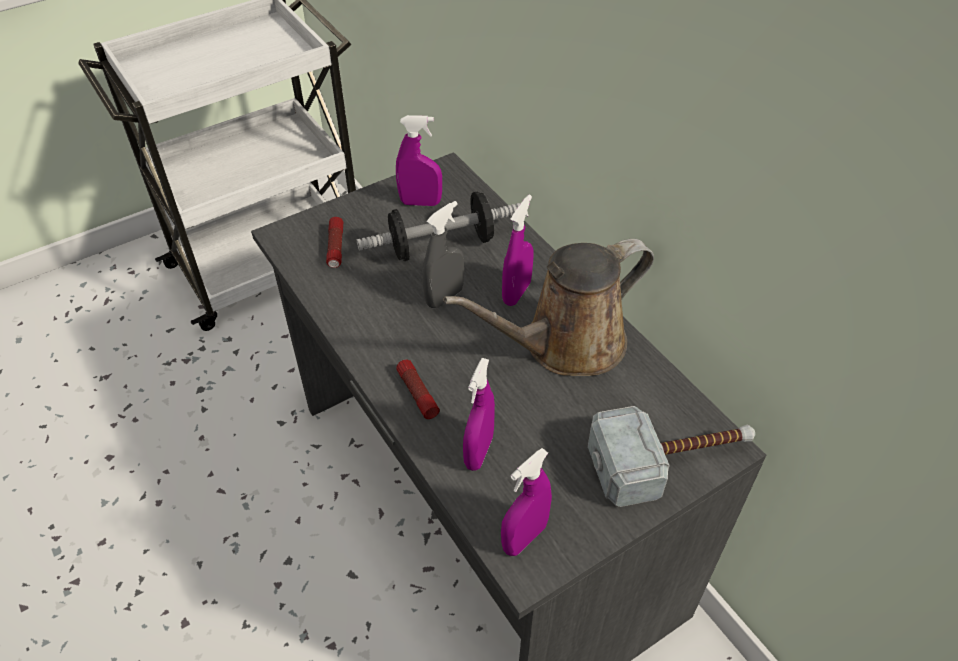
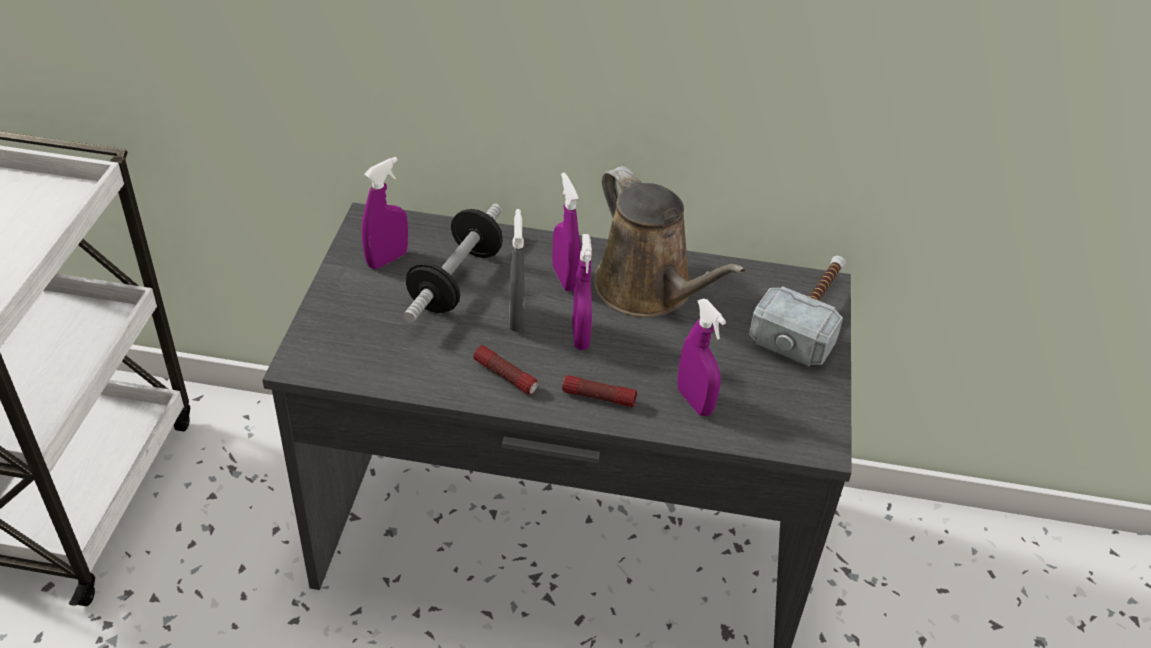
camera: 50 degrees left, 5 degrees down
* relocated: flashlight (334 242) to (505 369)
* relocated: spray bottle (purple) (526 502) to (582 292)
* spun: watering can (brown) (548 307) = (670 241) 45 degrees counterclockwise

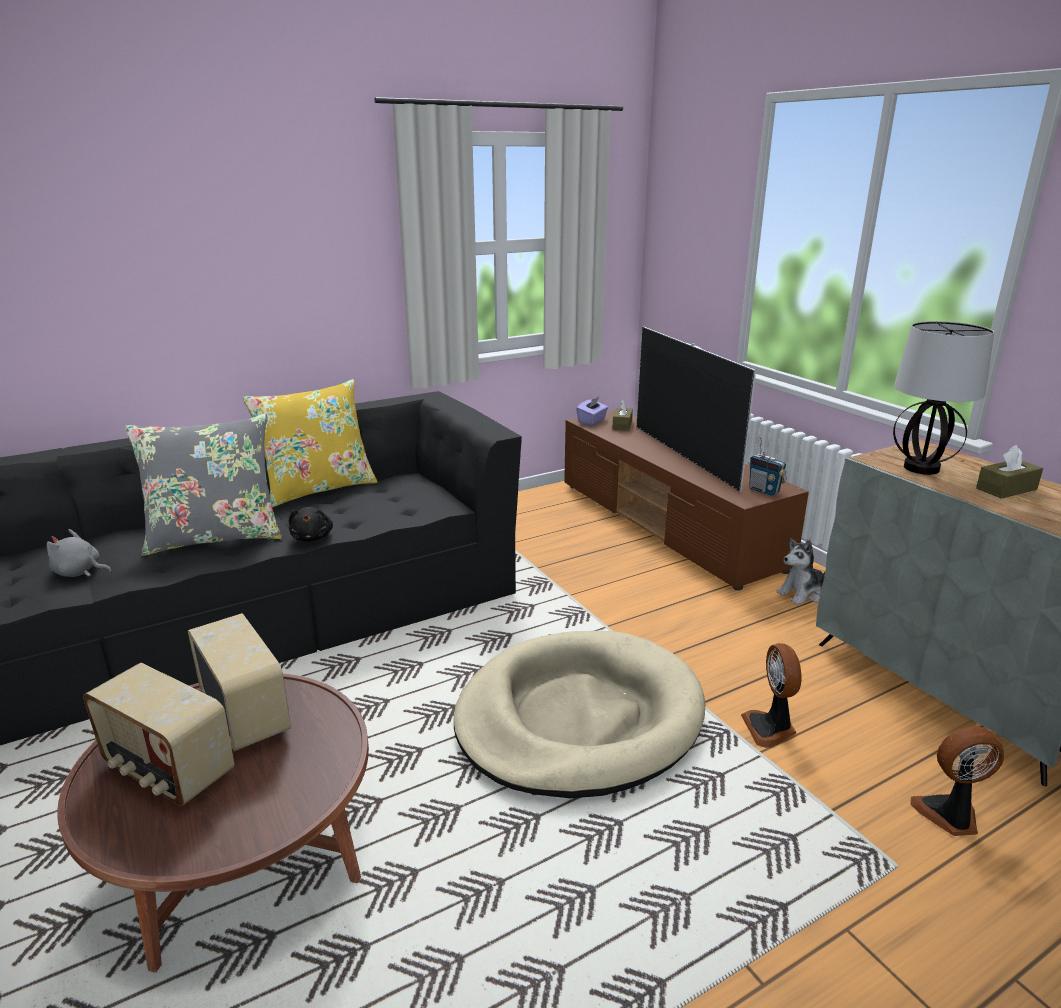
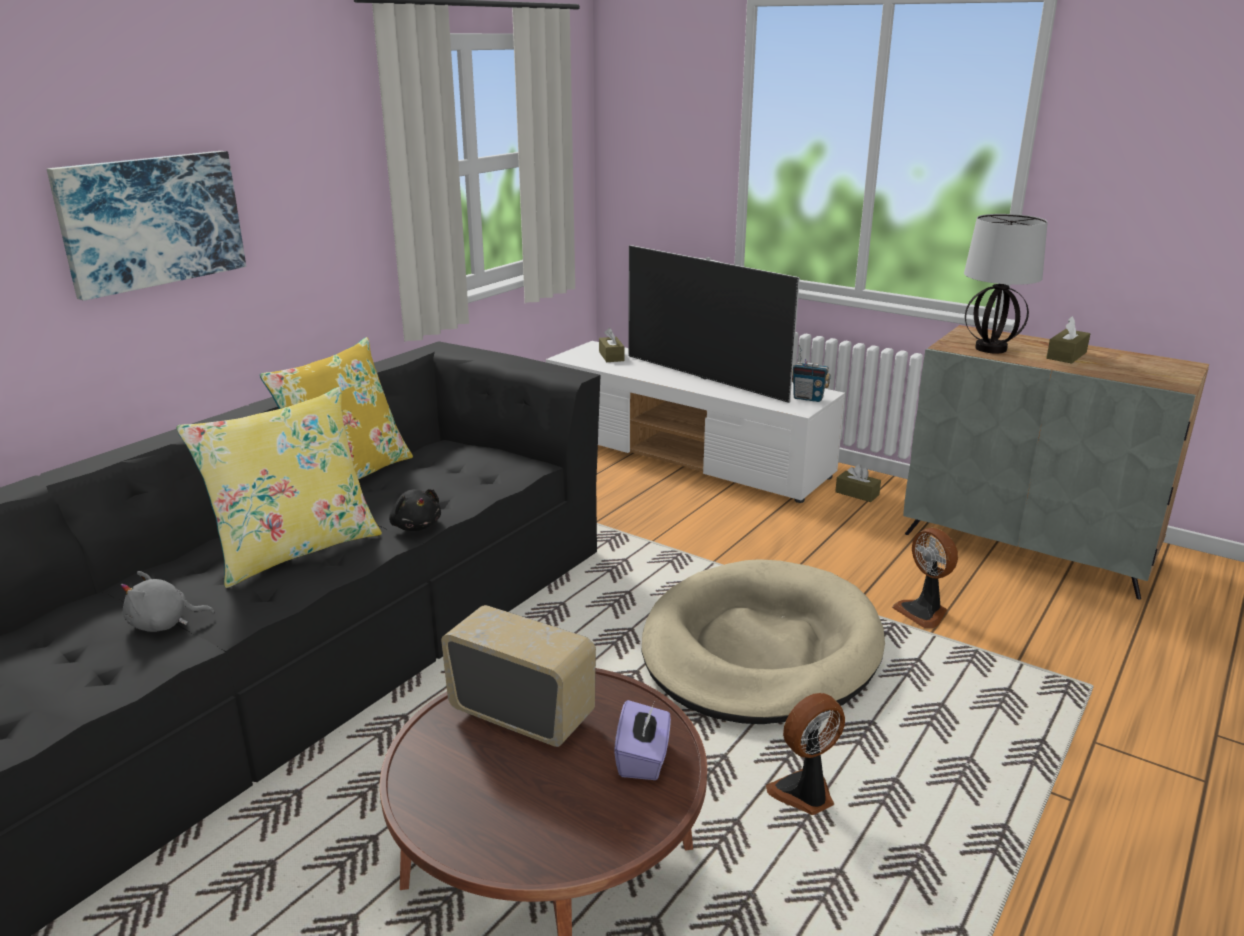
camera: 25 degrees left, 0 degrees up
* missing: radio (159 734)
* appeared: picture (146 226)
* relocated: tissue box (purple) (592 410) to (642 740)
* relocated: fan (957 781) to (805 754)
* exchanged: plush toy (801 571) to tissue box (brown) (858 483)
* colour: pillow (grey) (203 485) to pillow (yellow) (279 487)
* colour: tv stand (brown) (686 500) to tv stand (white) (695 422)

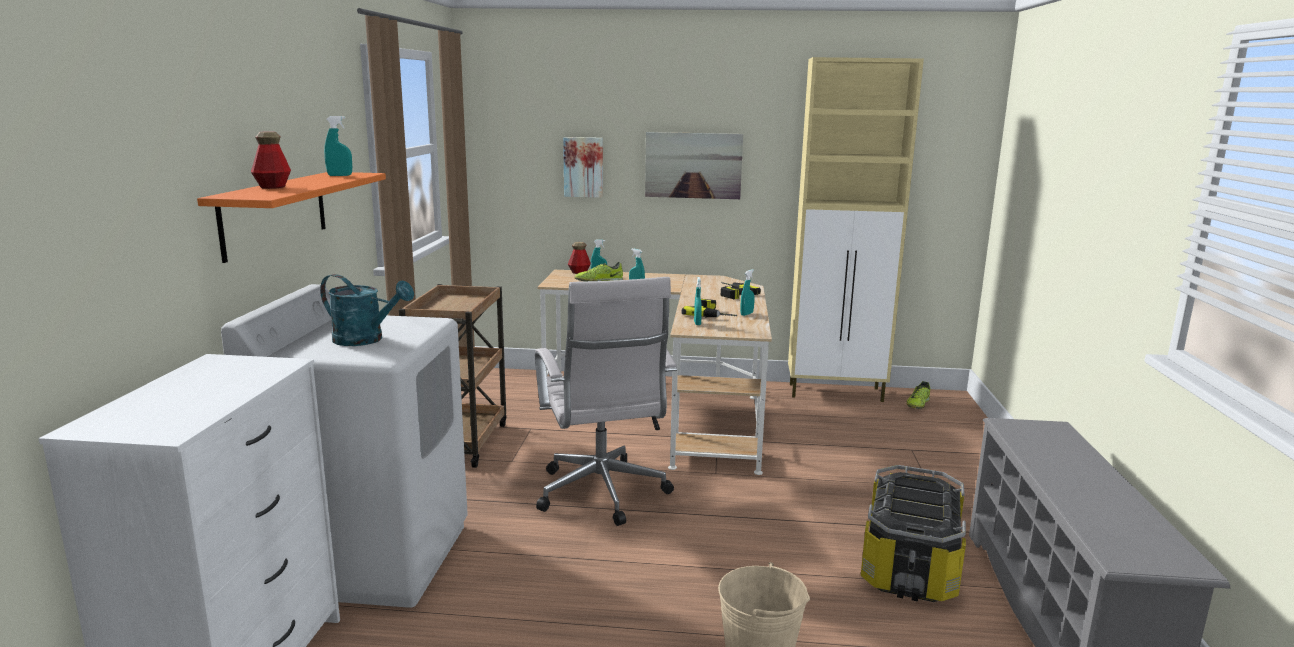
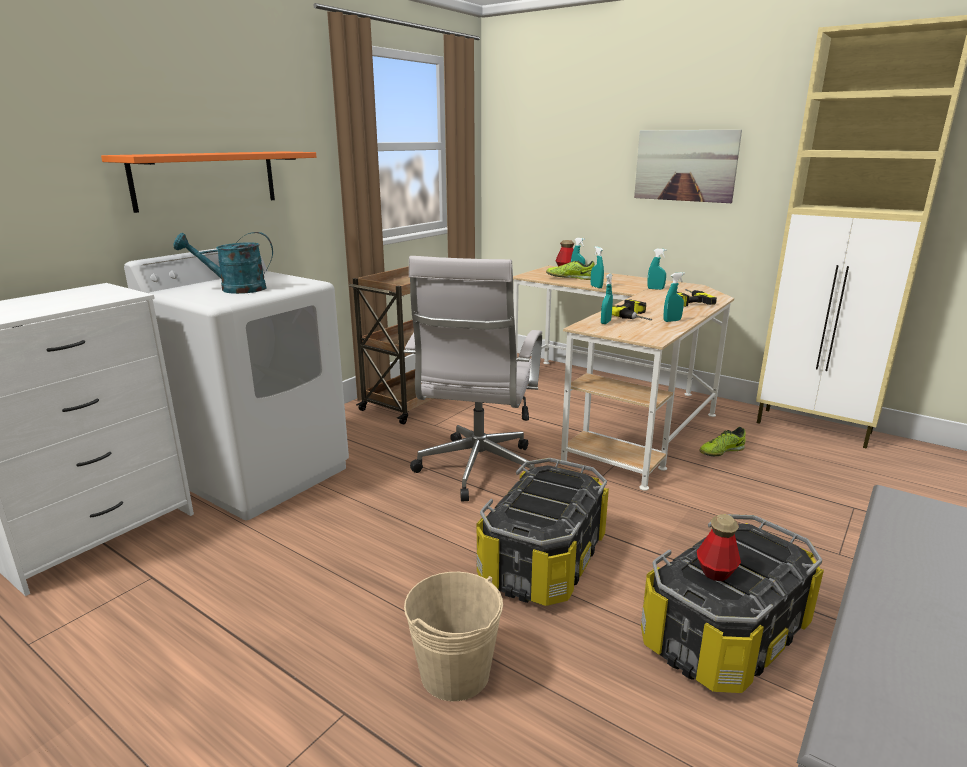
camera: 30 degrees right, 5 degrees up
* missing: picture (583 167)
* appeared: storage box (543 532)
* relocated: bottle (271 160) to (719 547)
* relocated: spray bottle (turquoise) (338 146) to (657 269)
* relocated: shoe (918 395) to (722 441)
* spun: watering can (turquoise) (367 310) = (223 263) 120 degrees clockwise

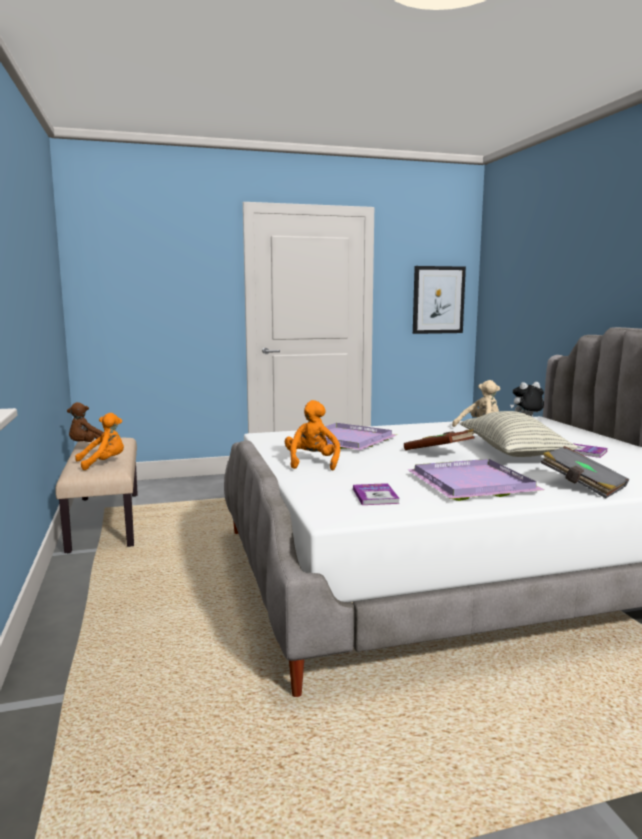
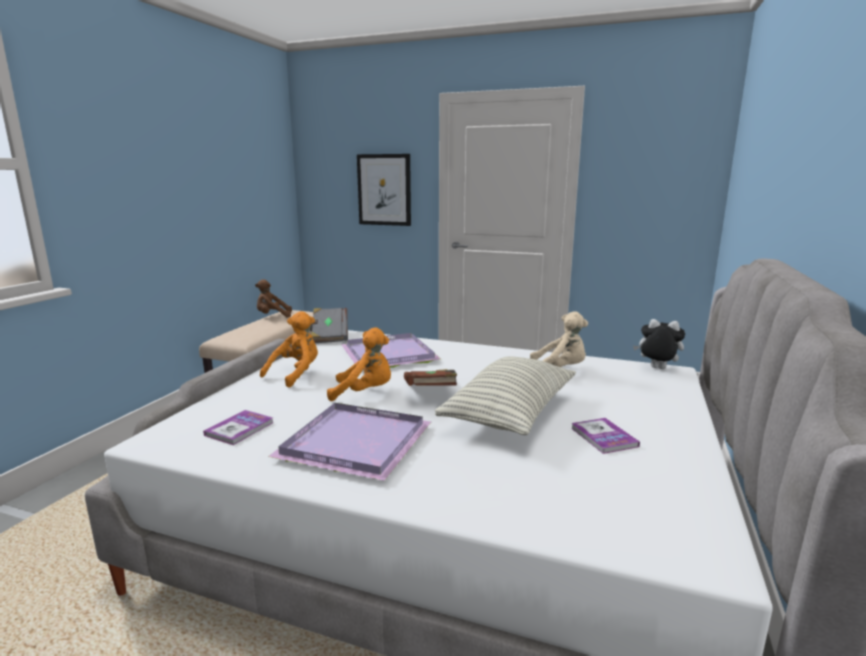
camera: 35 degrees right, 5 degrees up
* relocated: plush toy (orange) (99 441) to (359 364)
* relocated: picture (439 300) to (384 190)
* relocated: book (grey) (584 472) to (329 325)

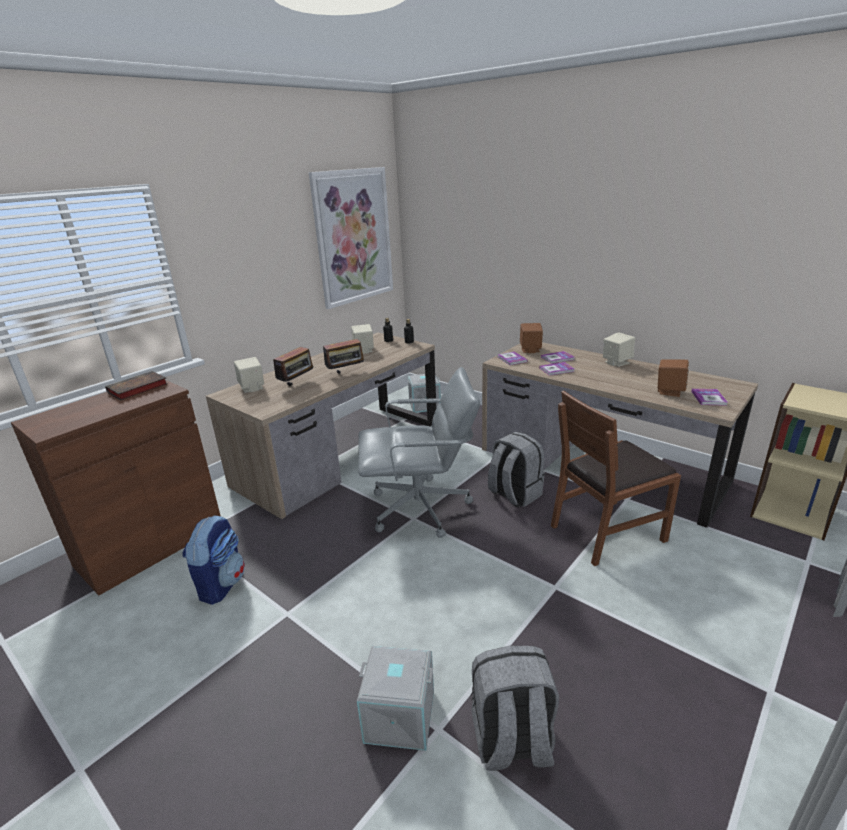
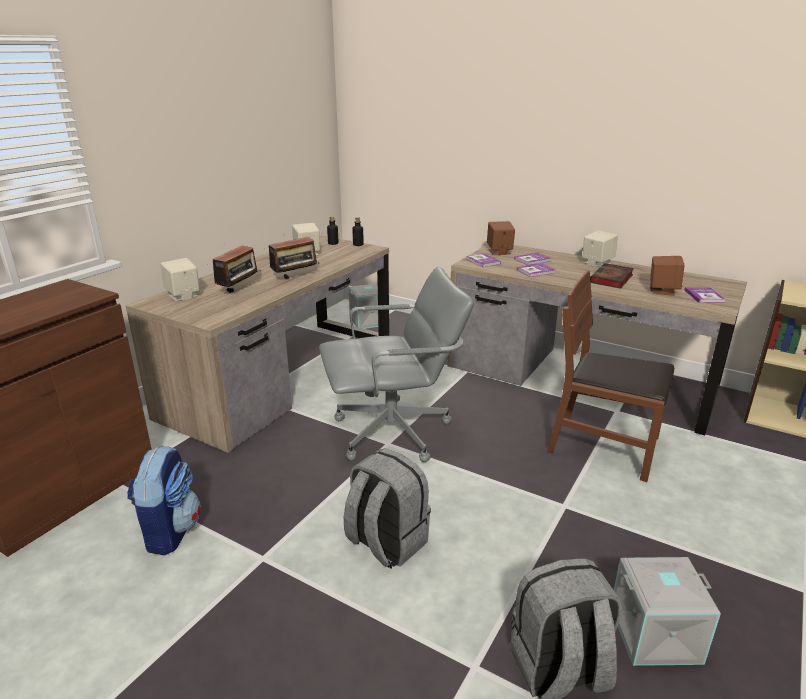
camera: 10 degrees left, 0 degrees up
* missing: picture (351 238)
* relocated: book (136 386) to (612 276)
* relocated: storage box (grey) (395 698) to (667 611)
* relocated: backpack (grey) (516 469) to (387 508)
* spun: chair (brown) (616 478) = (610 376) 60 degrees clockwise

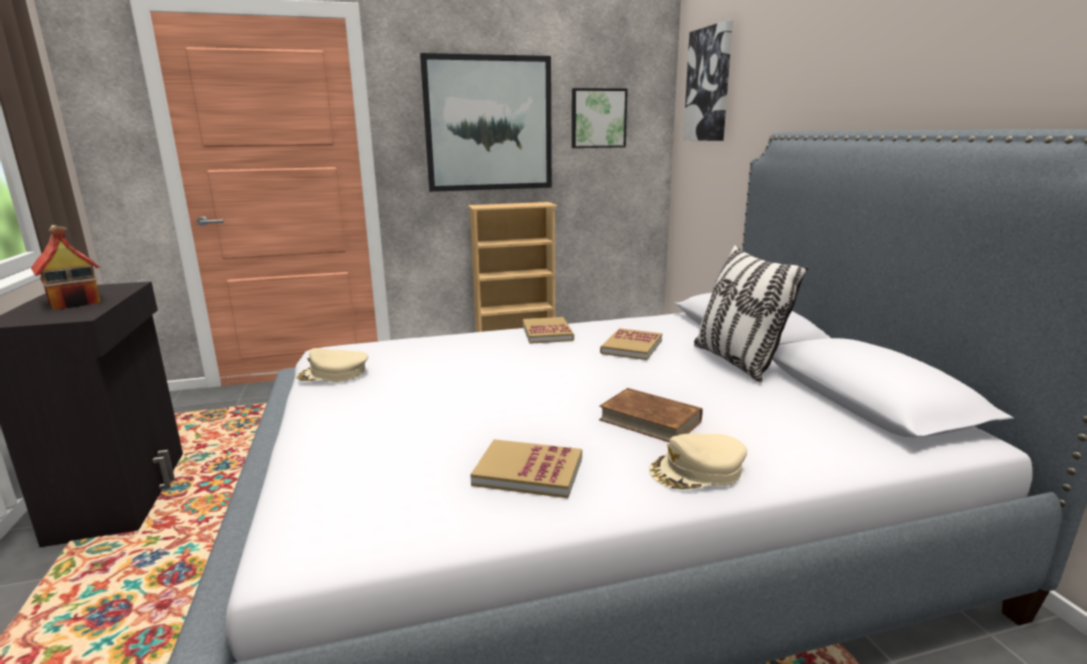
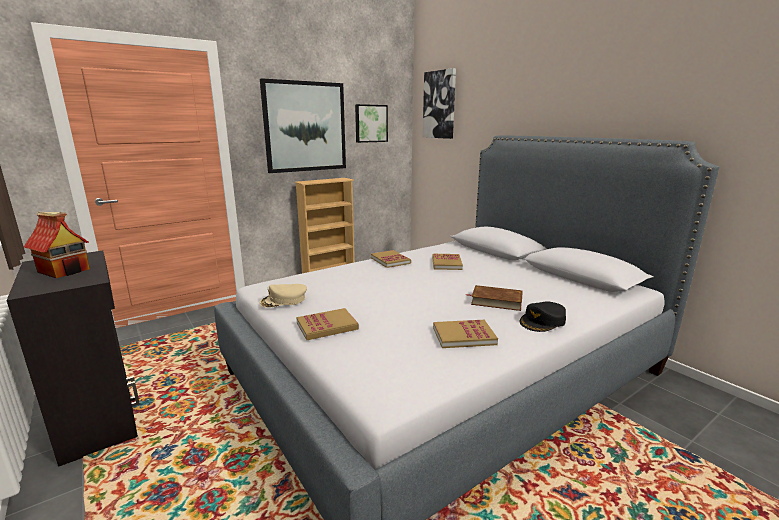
camera: 20 degrees left, 0 degrees up
* missing: pillow (751 314)
* appeared: book (327 324)
* colour: cap (beige) (698 462) to cap (black) (542 316)

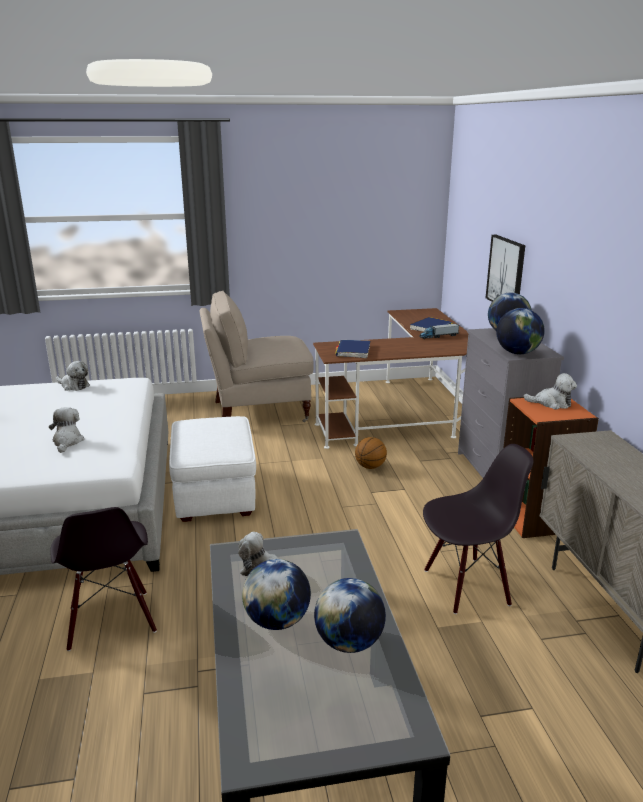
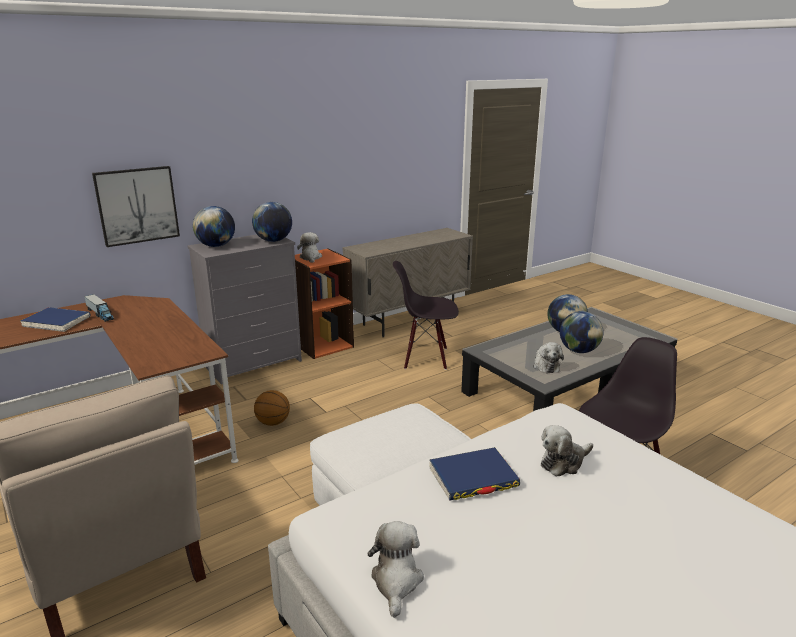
camera: 115 degrees left, 0 degrees up
* relocated: book (blue) (352 349) to (474 474)
* spun: chair (black) (478 529) = (426 315) 45 degrees counterclockwise

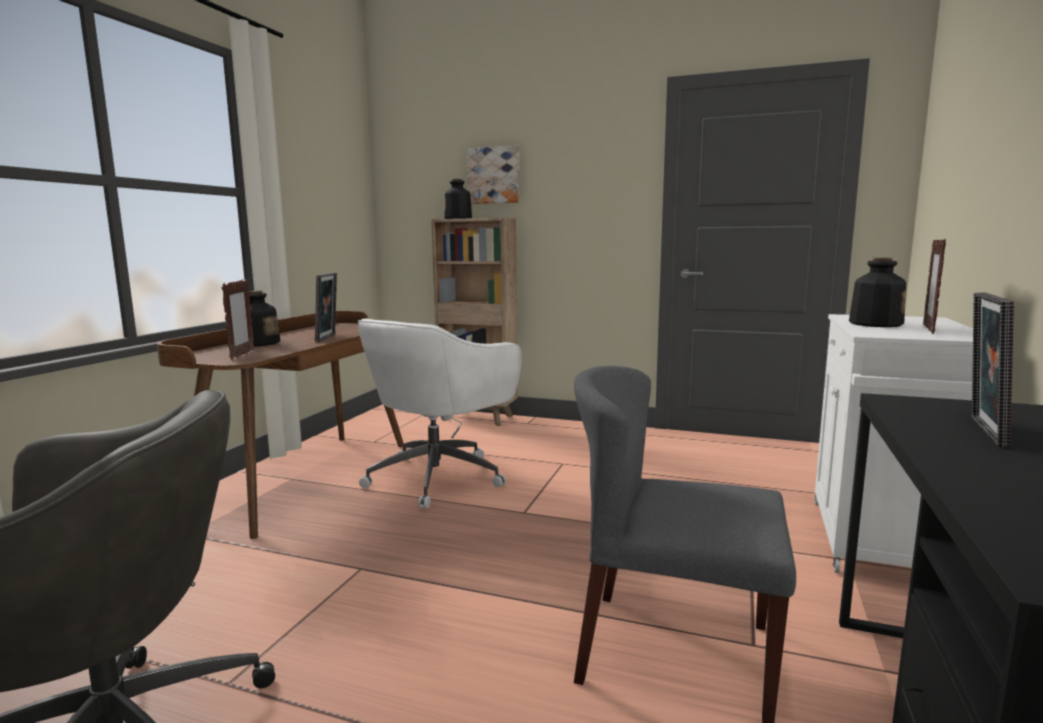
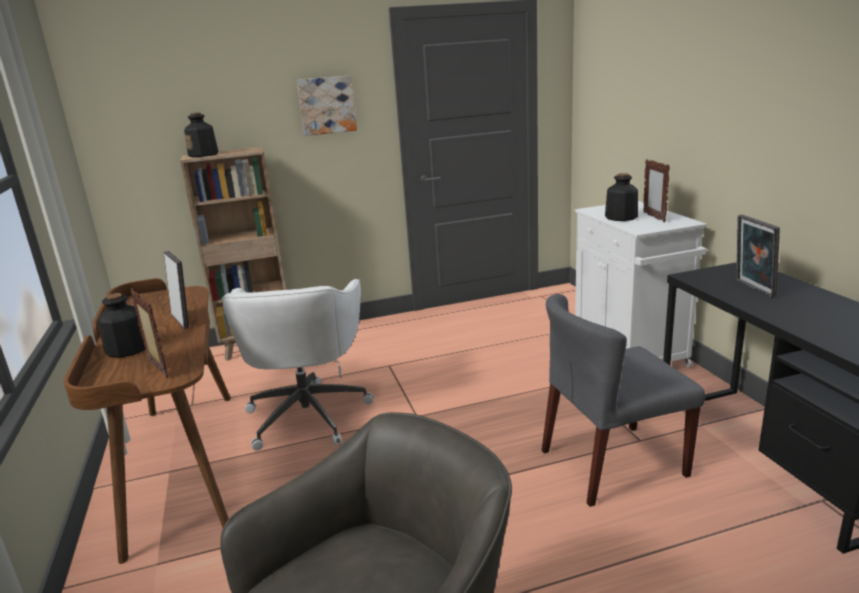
camera: 35 degrees left, 10 degrees up
* relocated: picture (493 174) to (327 105)

